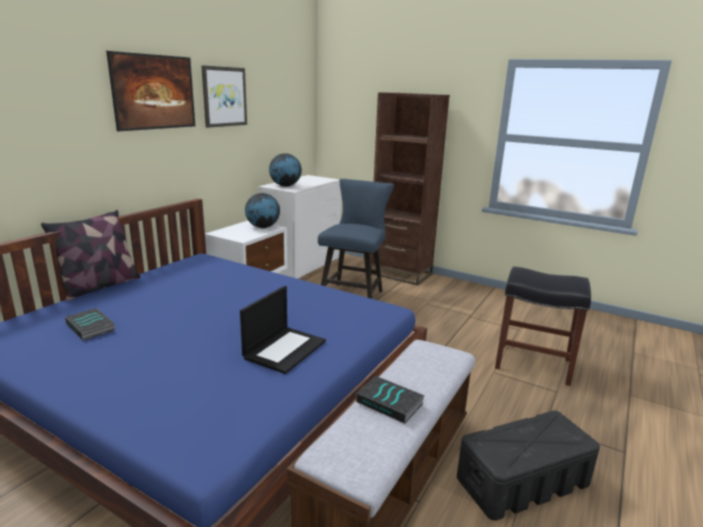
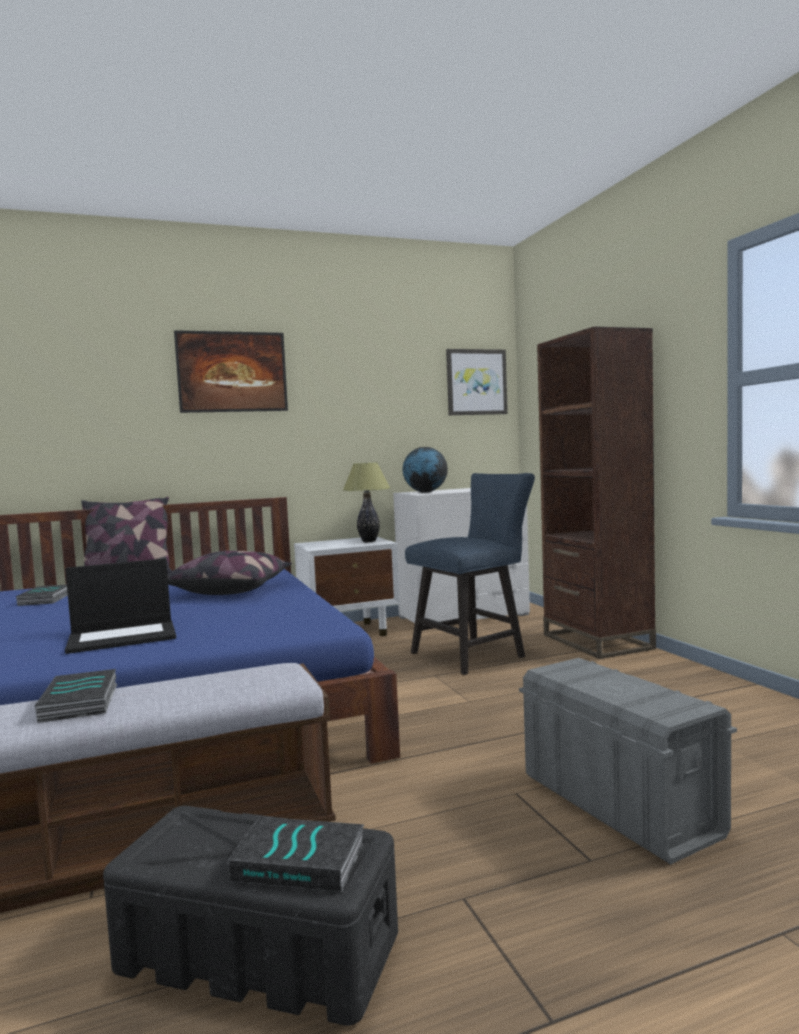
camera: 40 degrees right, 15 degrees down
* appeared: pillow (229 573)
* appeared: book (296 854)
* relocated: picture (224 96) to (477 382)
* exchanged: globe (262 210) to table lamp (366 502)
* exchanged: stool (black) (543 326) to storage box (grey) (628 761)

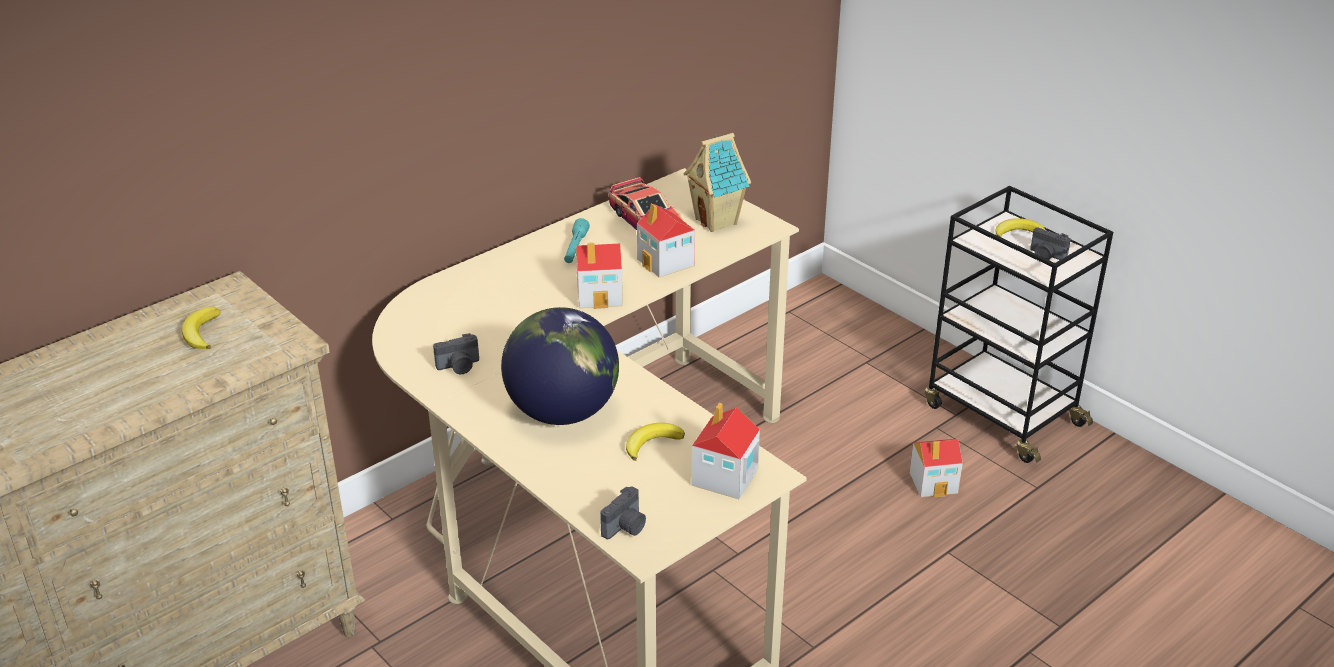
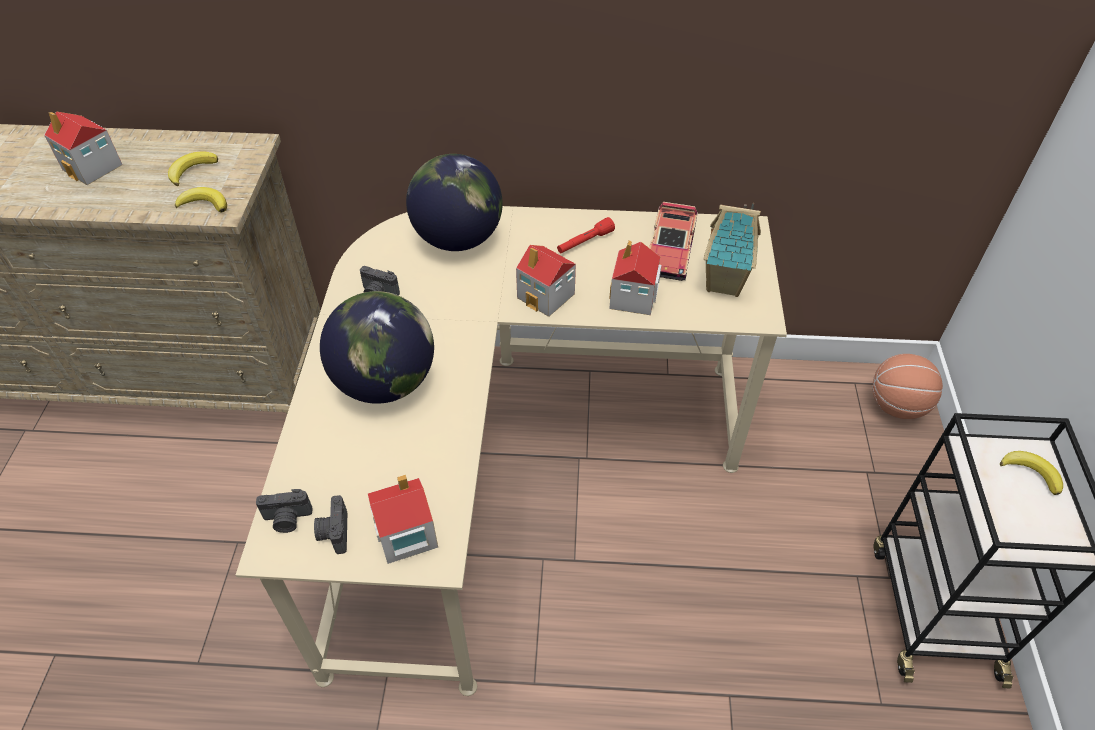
camera: 45 degrees right, 15 degrees up
* appeared: globe (454 202)
* appeared: basketball (907 386)
* relocated: banana (655 442) to (201 200)
* relocated: toy house (936 468) to (83 148)
* relocated: photo camera (1050 243) to (330 524)
* colour: flashlight (turquoise) (577 240) to flashlight (red) (586 235)

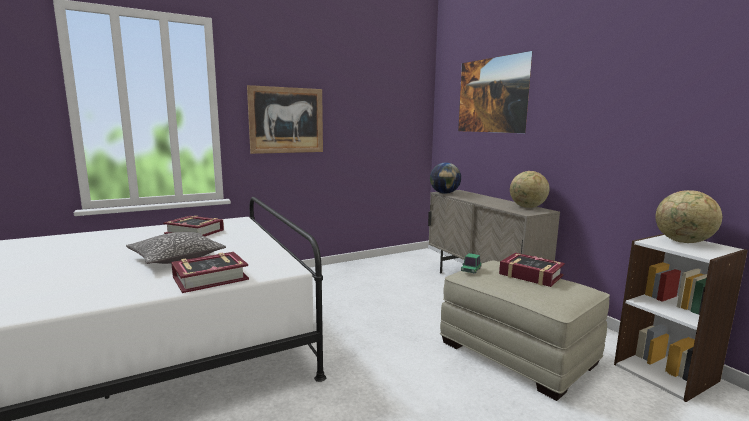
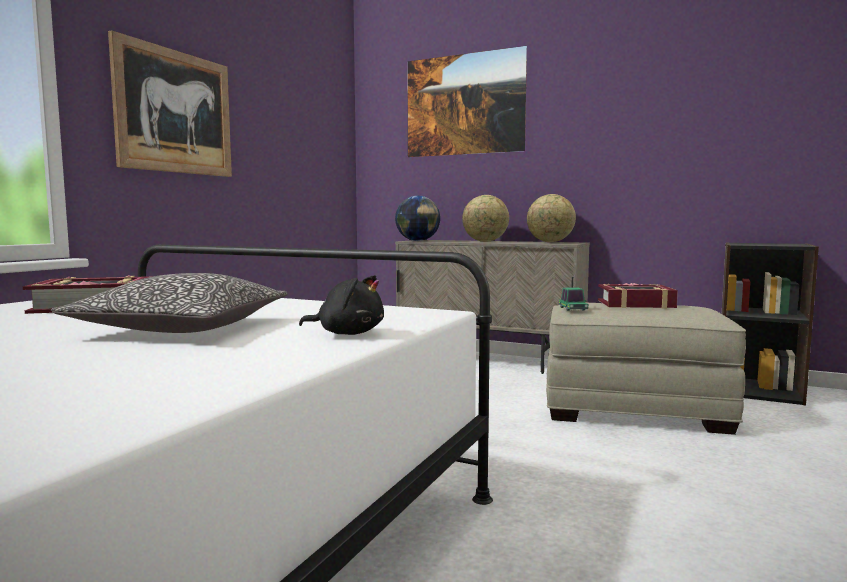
camera: 35 degrees left, 5 degrees down
* relocated: globe (689 216) to (485 218)
* exchanged: book (210 272) to plush toy (black) (341 305)
* colour: bookcase (white) (681 318) to bookcase (black) (770 323)

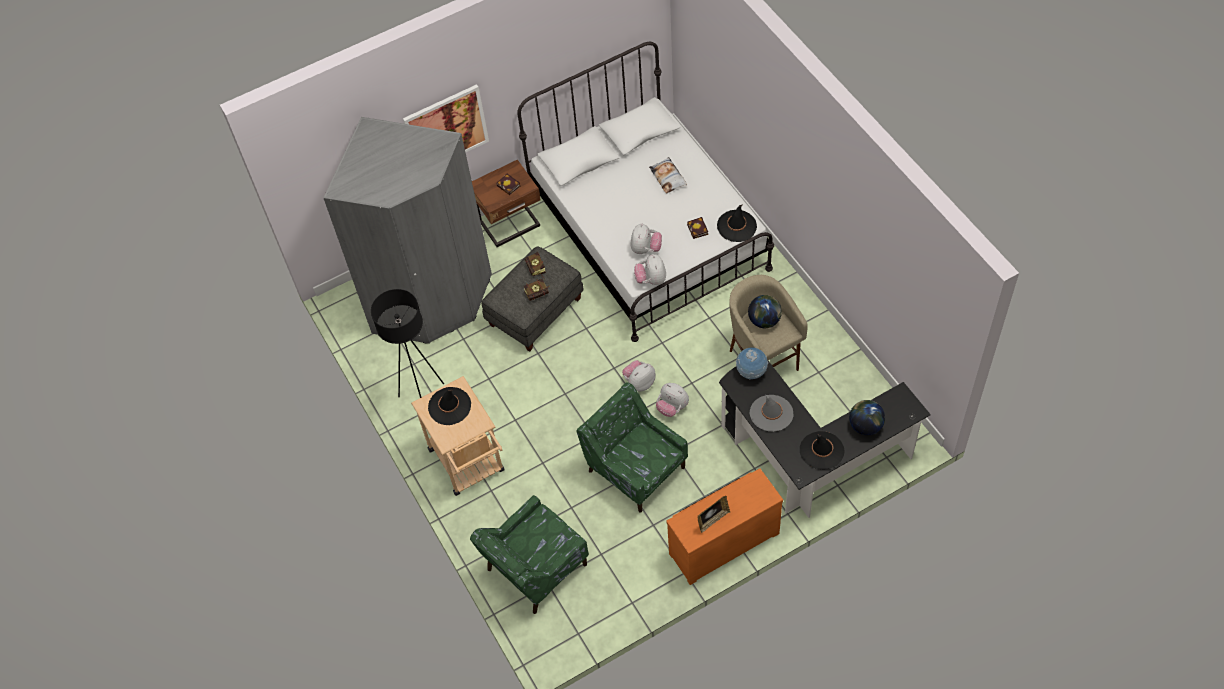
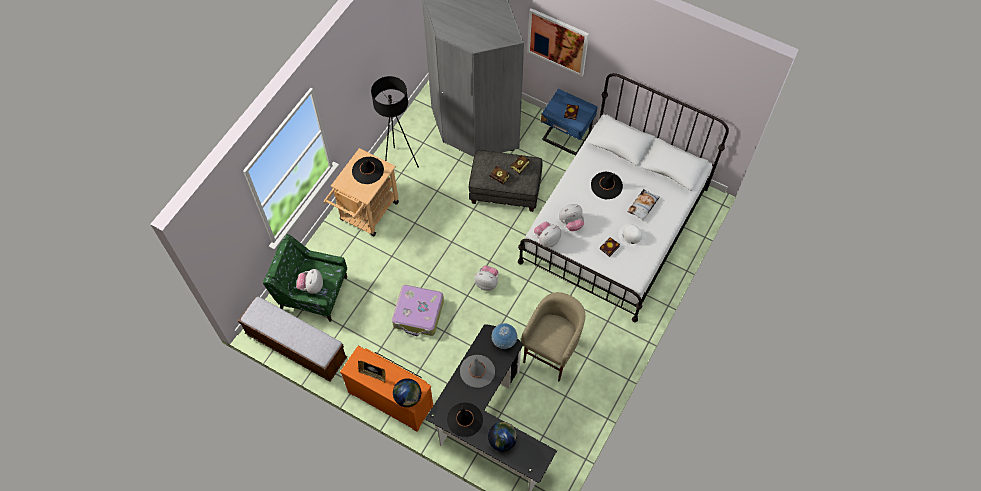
camera: 55 degrees right, 5 degrees up
* appeared: bench (292 339)
* appeared: hat (white) (632 236)
* relocated: plush toy (672 400) to (309 281)
* relocated: hat (black) (737 223) to (607 185)
* relocated: globe (765 311) to (407 392)
* exchanged: armchair (green) (632 447) to suitcase (418 310)
* colour: nightstand (brown) (506 203) to nightstand (blue) (569 122)

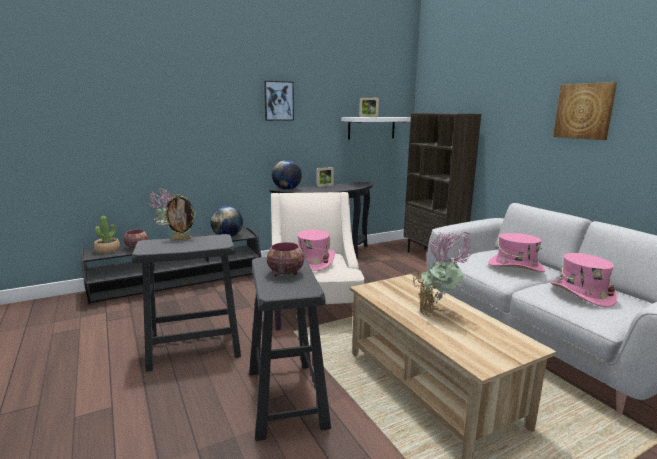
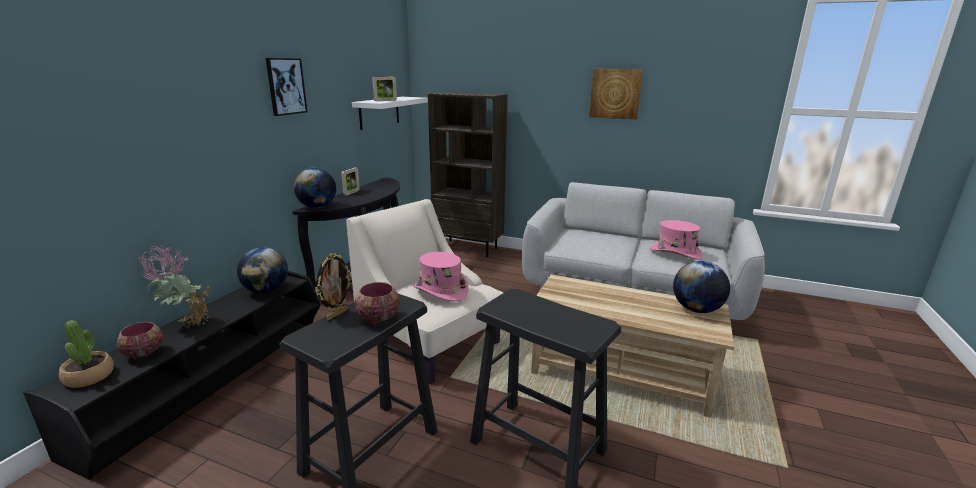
camera: 40 degrees left, 5 degrees up
* missing: potted plant (444 274)
* missing: hat (pink) (516 252)
* appeared: globe (701 287)
* relocated: bowl (285 259) to (377 304)

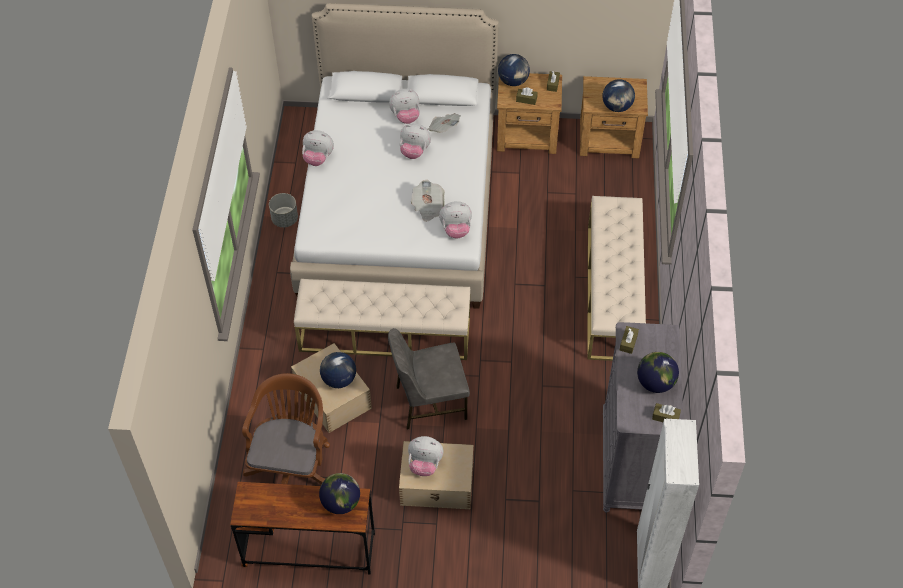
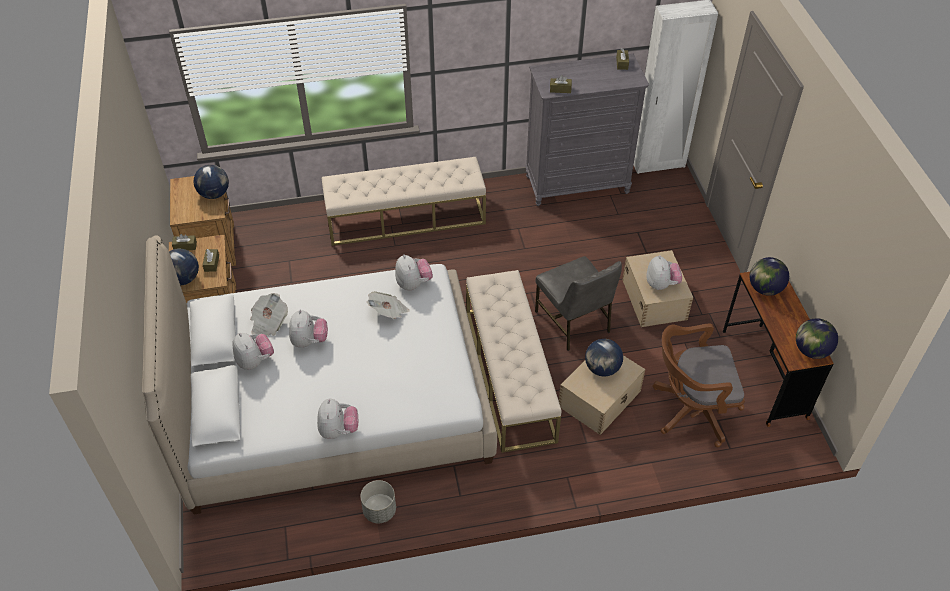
camera: 105 degrees left, 5 degrees down
* relocated: globe (658 372) to (817 338)

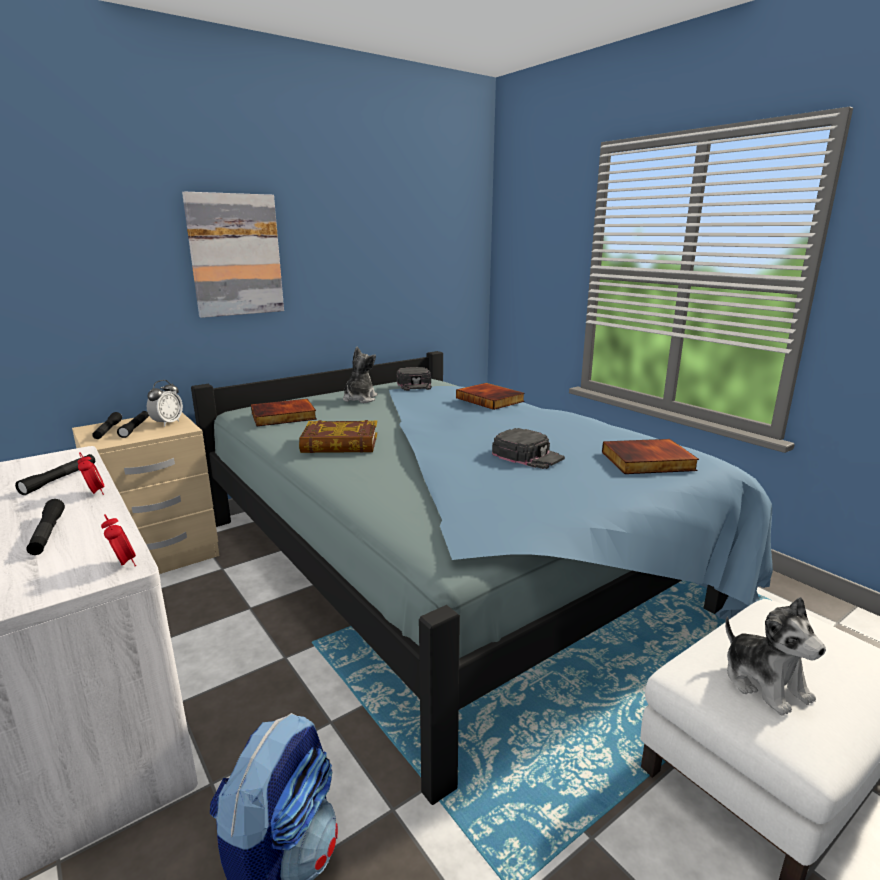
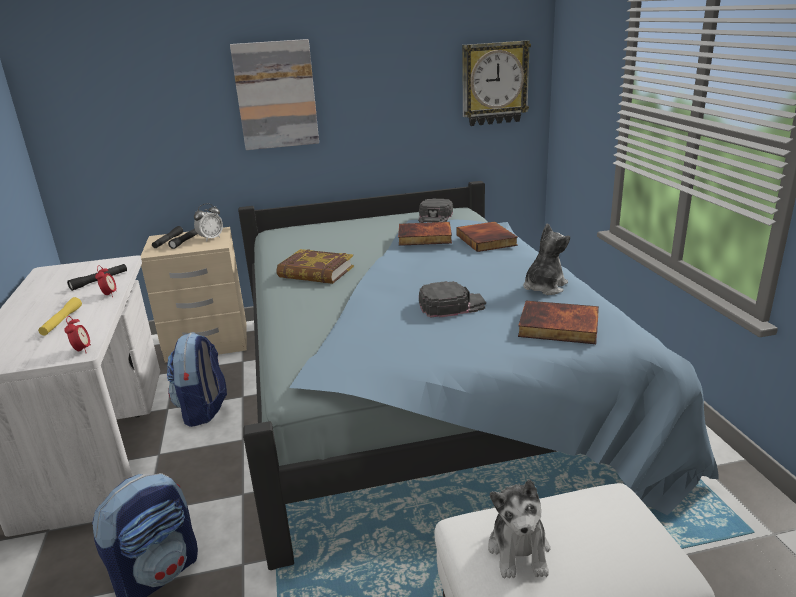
camera: 25 degrees right, 5 degrees up
* appeared: backpack (197 379)
* appeared: wall clock (496 83)
* relocated: book (284 412) to (425 234)
* relocated: plush toy (360 375) to (546 259)
* colour: flashlight (black) (45 527) to flashlight (yellow) (60 316)
* spun: cap (black) (528 448) = (452 299) 75 degrees counterclockwise

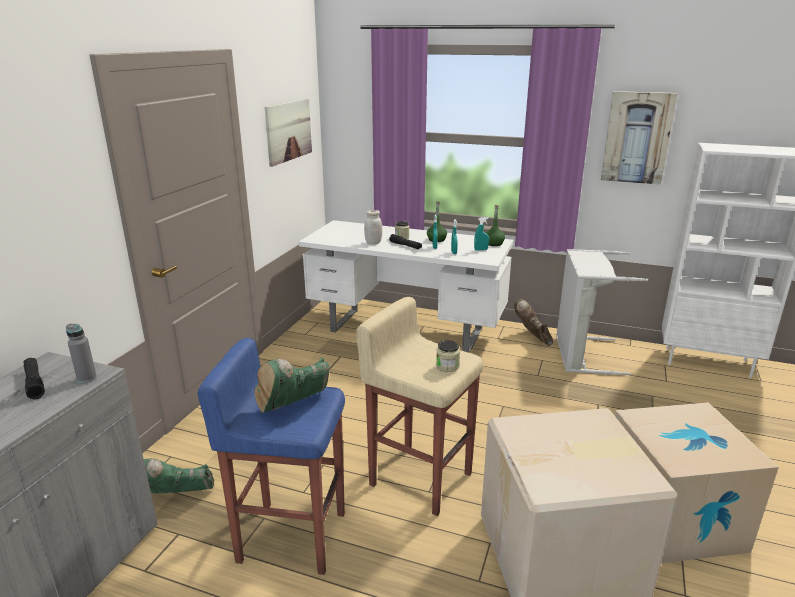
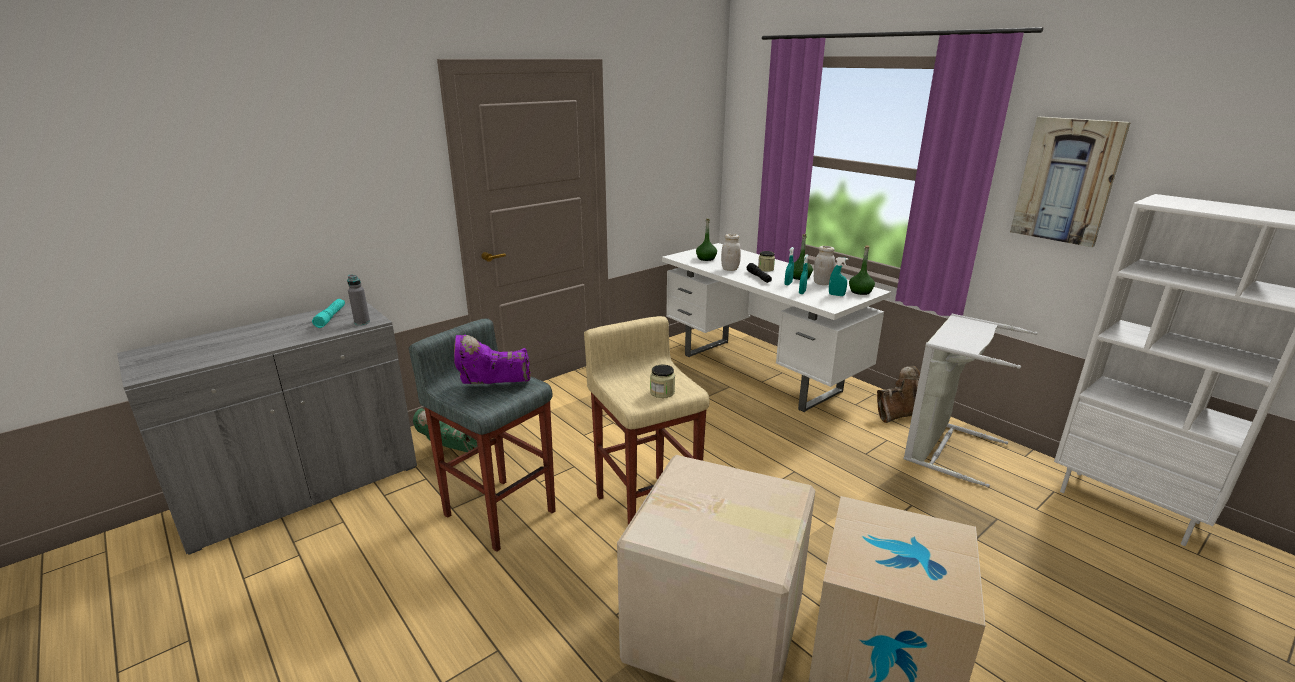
camera: 30 degrees right, 0 degrees up
* missing: picture (288 133)
* appeared: bottle (green) (706 240)
* appeared: jar (white) (824 265)
* colour: flashlight (black) (34 378) to flashlight (turquoise) (328 313)
* colour: stool (blue) (271 456) to stool (grey) (482 435)
* colour: boot (green) (292 385) to boot (purple) (492 359)
* spun: boot (brown) (533 322) = (898 394) 60 degrees clockwise

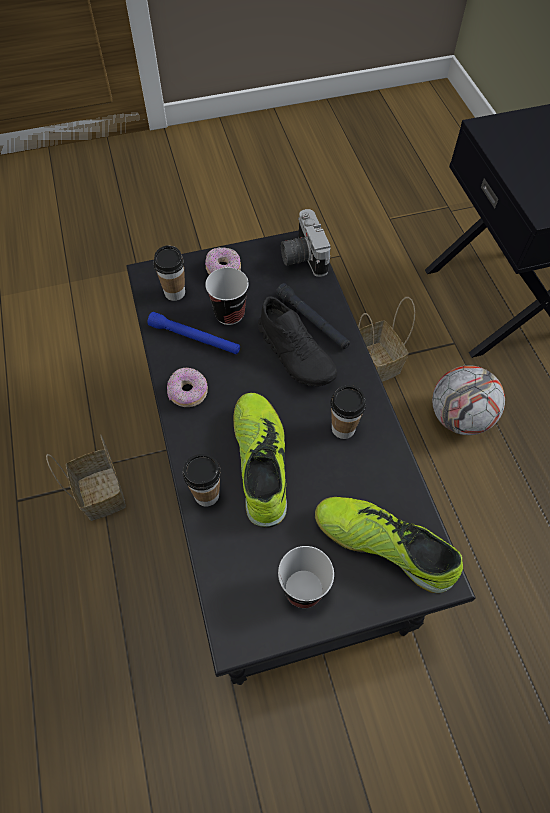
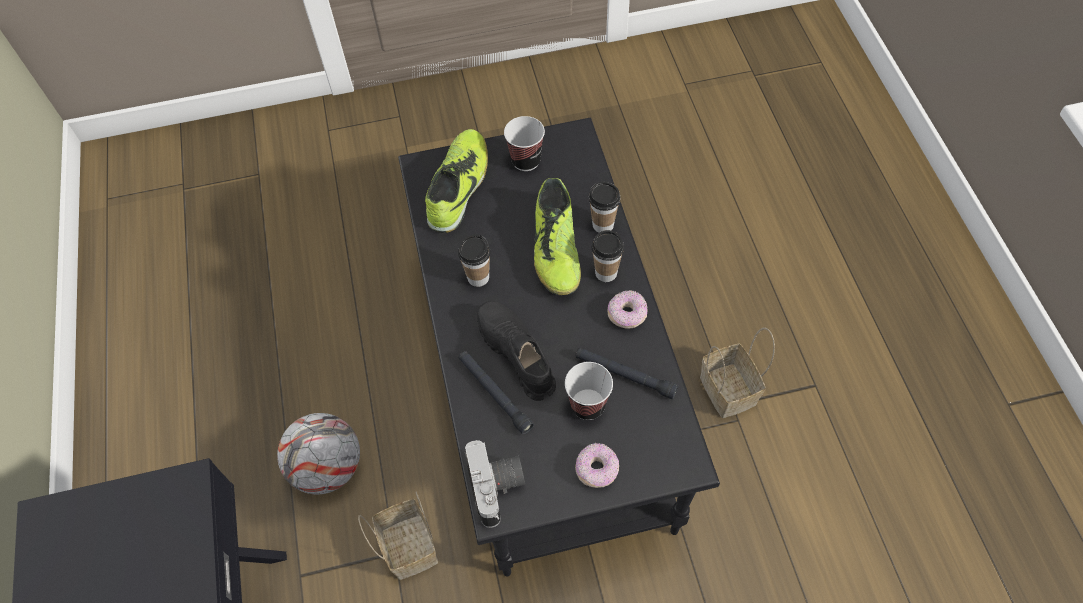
camera: 175 degrees left, 0 degrees up
* relocated: cup (169 273) to (608 256)
* colour: flashlight (blue) (193 333) to flashlight (black) (627 373)
* spun: shoe (389 545) = (456 181) 105 degrees counterclockwise

